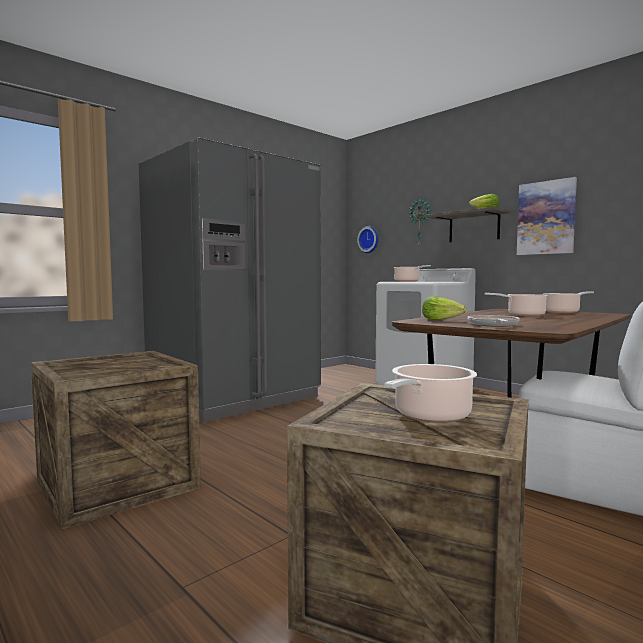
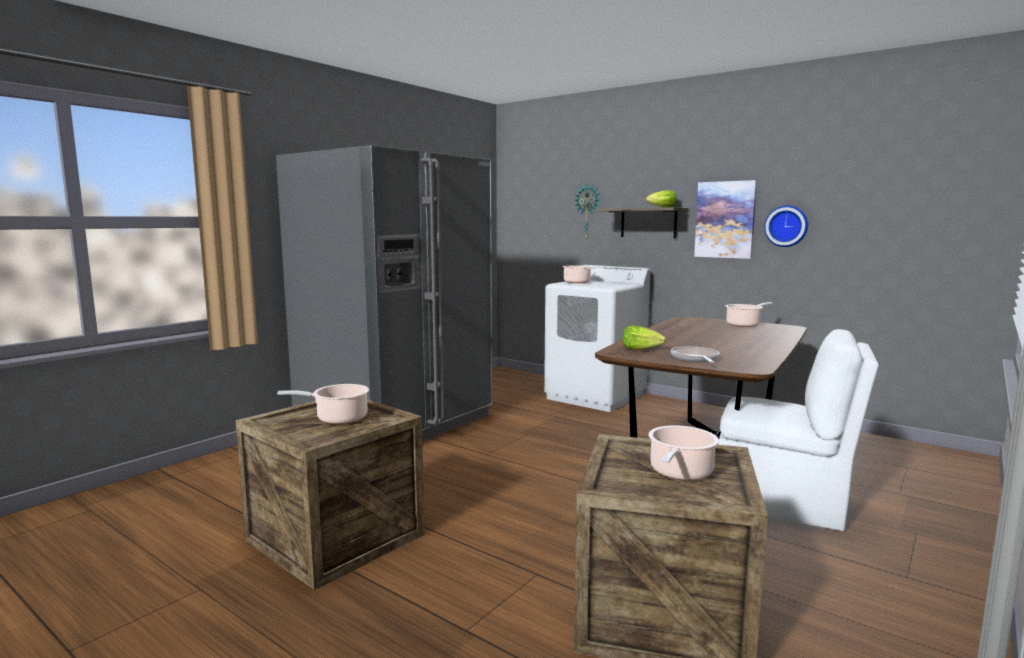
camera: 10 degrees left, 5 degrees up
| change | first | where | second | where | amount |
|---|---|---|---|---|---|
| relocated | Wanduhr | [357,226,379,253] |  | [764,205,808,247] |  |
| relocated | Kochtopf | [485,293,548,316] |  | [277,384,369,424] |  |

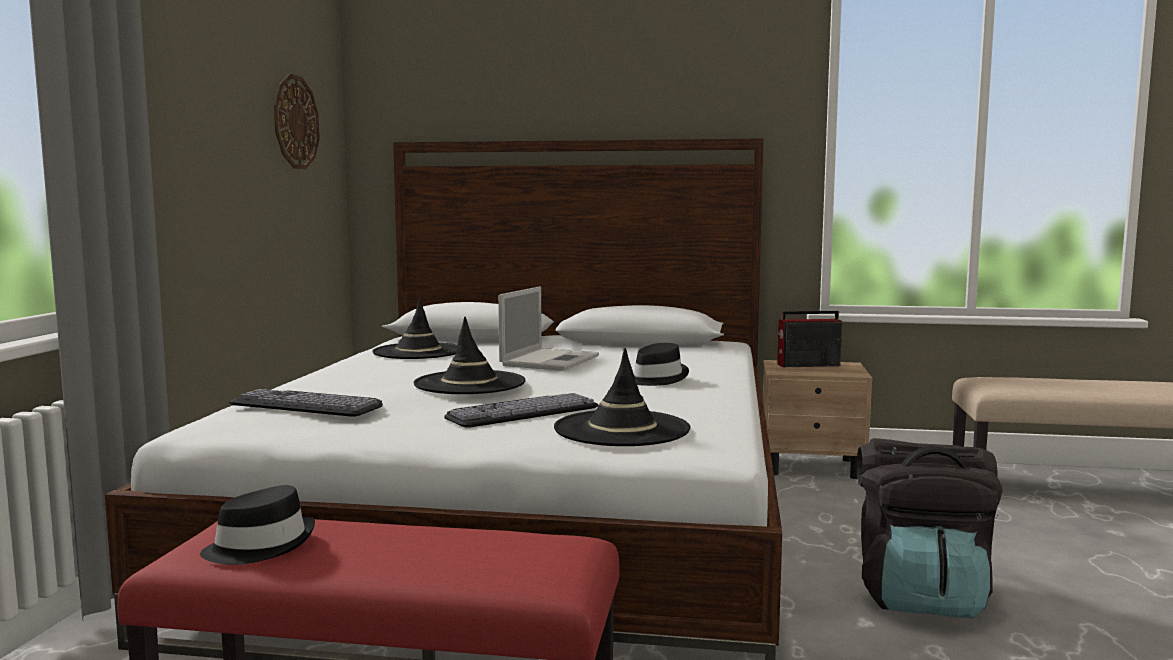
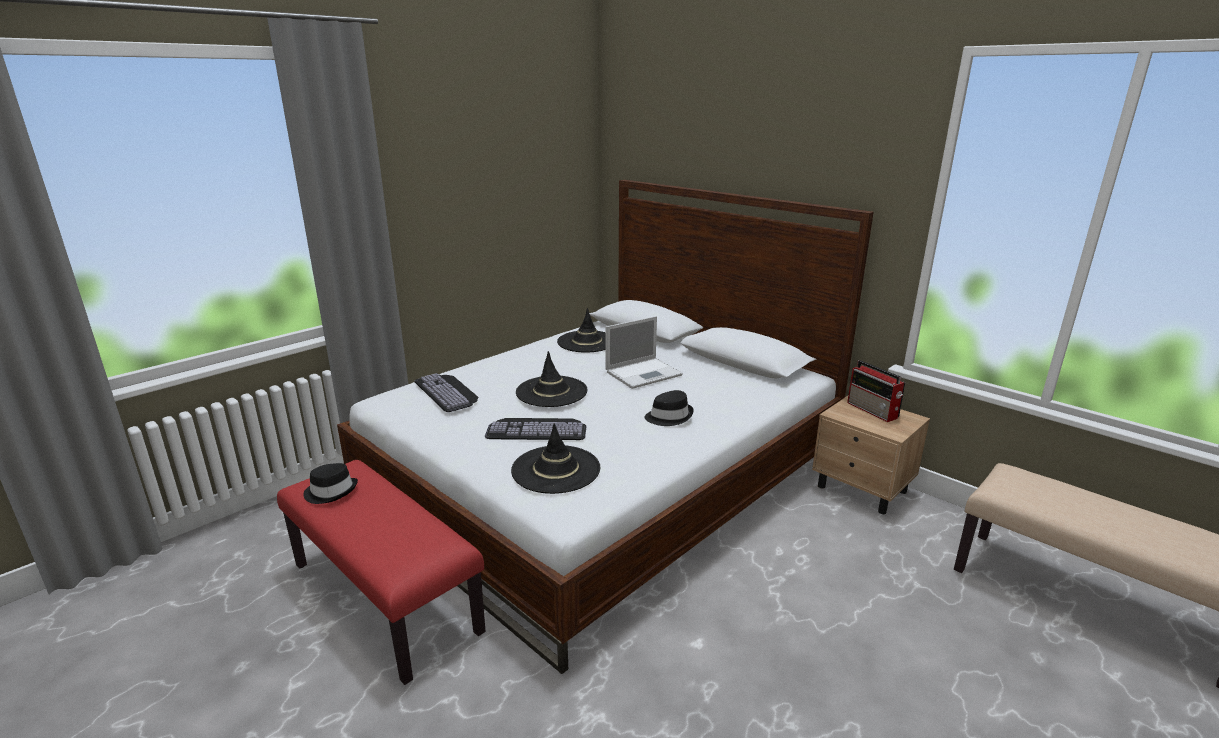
camera: 35 degrees right, 15 degrees up
| change | first | where | second | where | amount |
|---|---|---|---|---|---|
| missing | Wanduhr | [274,74,320,169] |  |  |  |
| spun | Radio | [777,311,842,367] |  | [847,360,905,422] | 150 degrees counterclockwise |
| missing | Rucksack (schwarz) | [857,438,1003,618] |  |  |  |

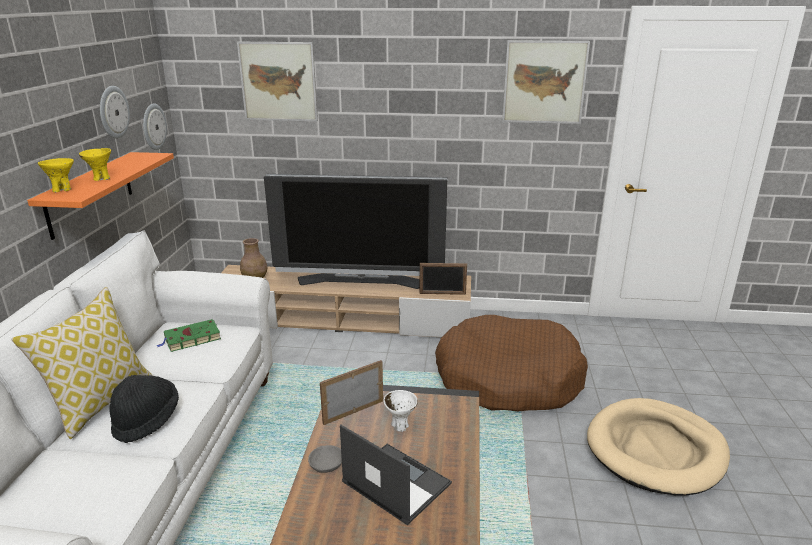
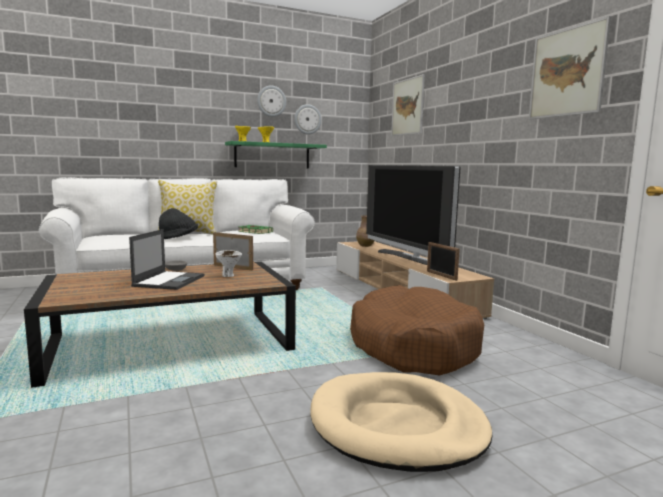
camera: 60 degrees right, 15 degrees down
| change | first | where | second | where | amount |
|---|---|---|---|---|---|
| colour | Wandregal (orange) | [27,152,174,240] | Wandregal (grün) | [225,141,327,169] |  |
| relocated | Wanduhr | [143,103,167,150] |  | [257,85,286,117] |  |

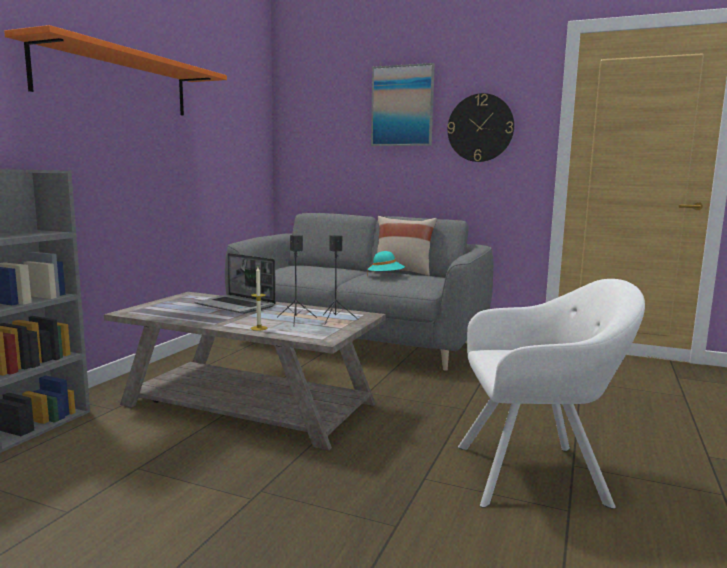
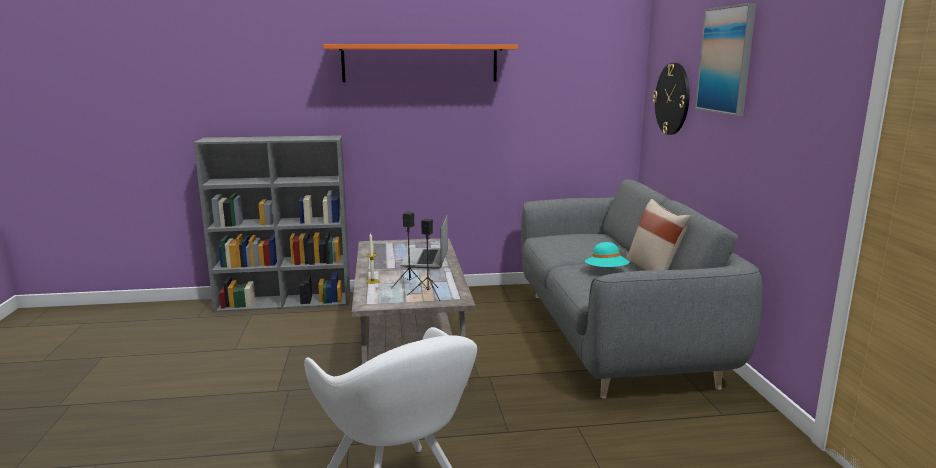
camera: 60 degrees right, 5 degrees up
| change | first | where | second | where | amount |
|---|---|---|---|---|---|
| relocated | Wanduhr | [448,93,514,162] |  | [653,63,690,135] |  |

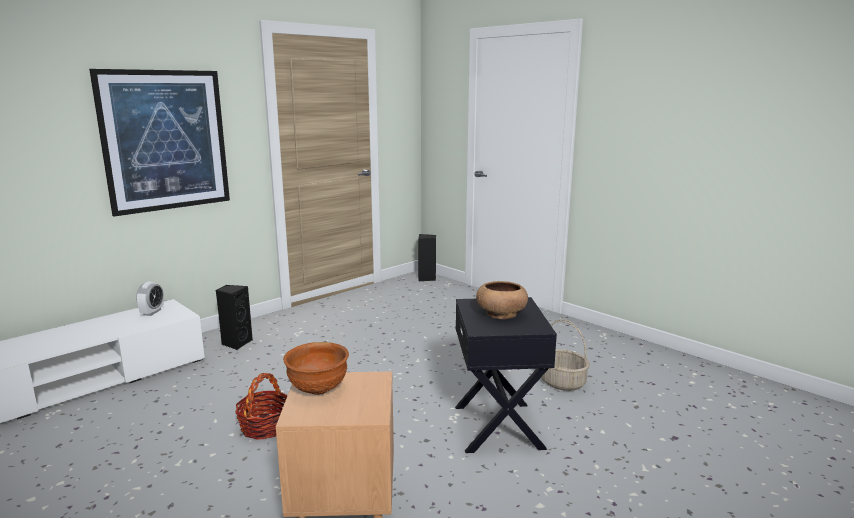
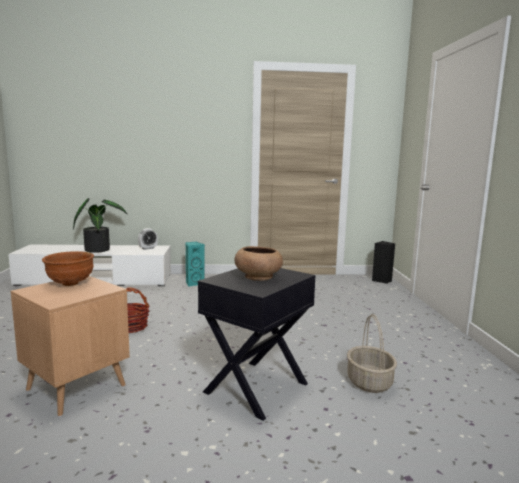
camera: 40 degrees right, 5 degrees down
| change | first | where | second | where | amount |
|---|---|---|---|---|---|
| missing | Bild | [89,69,230,216] |  |  |  |
| colour | Lautsprecher (schwarz) | [216,285,253,350] | Lautsprecher (türkis) | [186,242,205,287] |  |
| appeared |  |  | Topfpflanze | [73,198,128,253] |  |

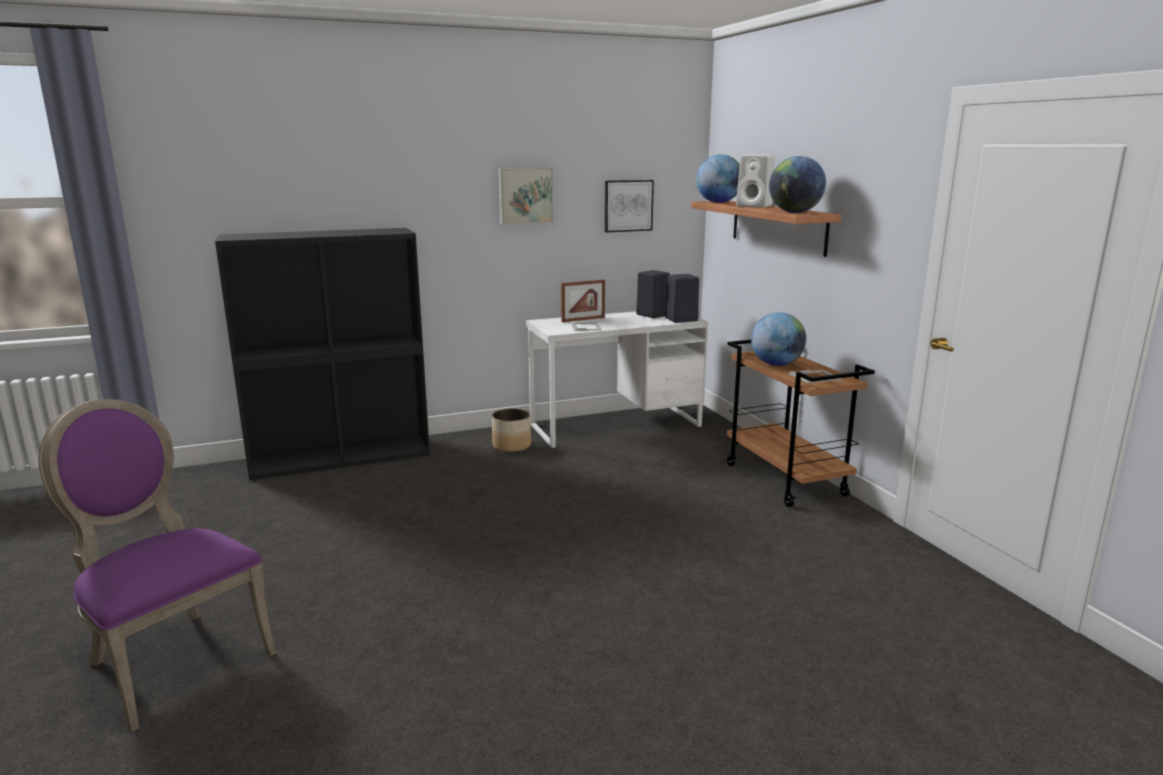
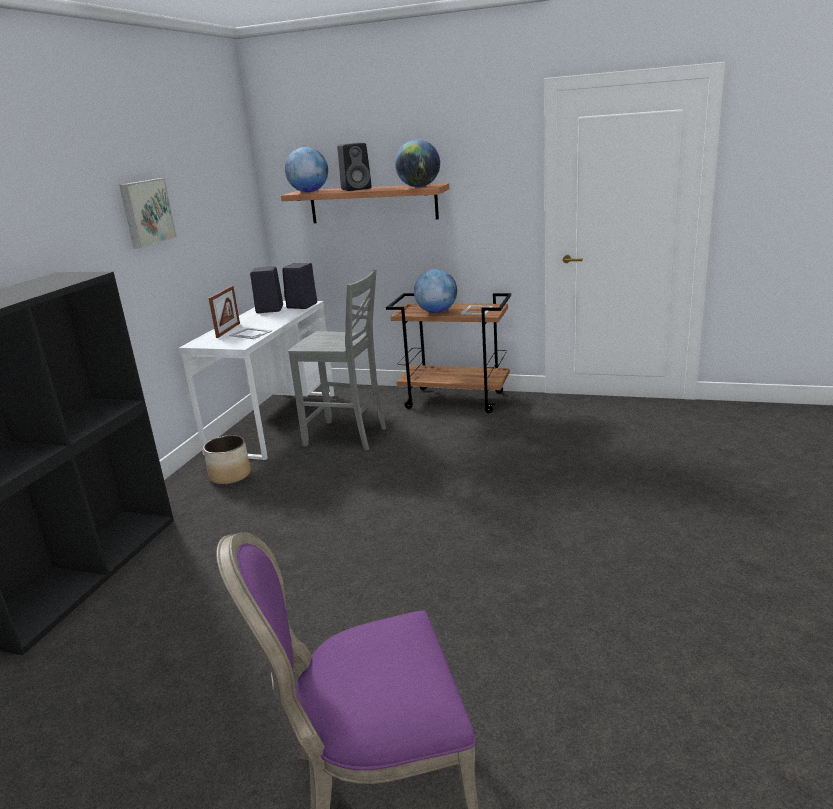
camera: 50 degrees left, 5 degrees up
| change | first | where | second | where | amount |
|---|---|---|---|---|---|
| missing | Bild | [604,180,654,232] |  |  |  |
| colour | Lautsprecher (weiß) | [736,155,775,207] | Lautsprecher (schwarz) | [337,143,371,191] |  |
| appeared |  |  | Stuhl (grau) | [288,269,386,450] |  |

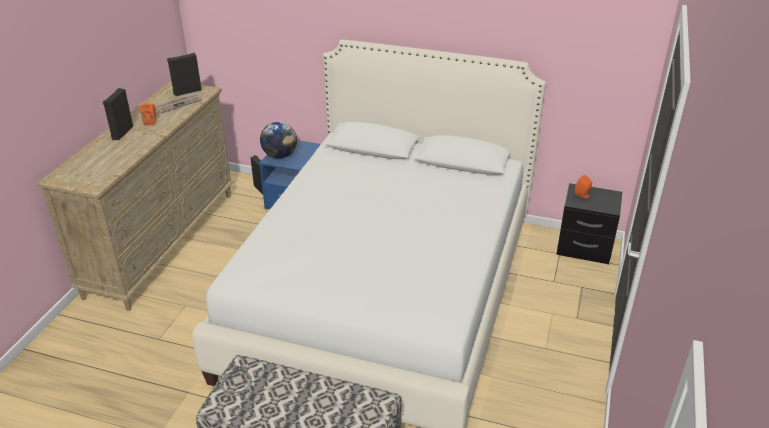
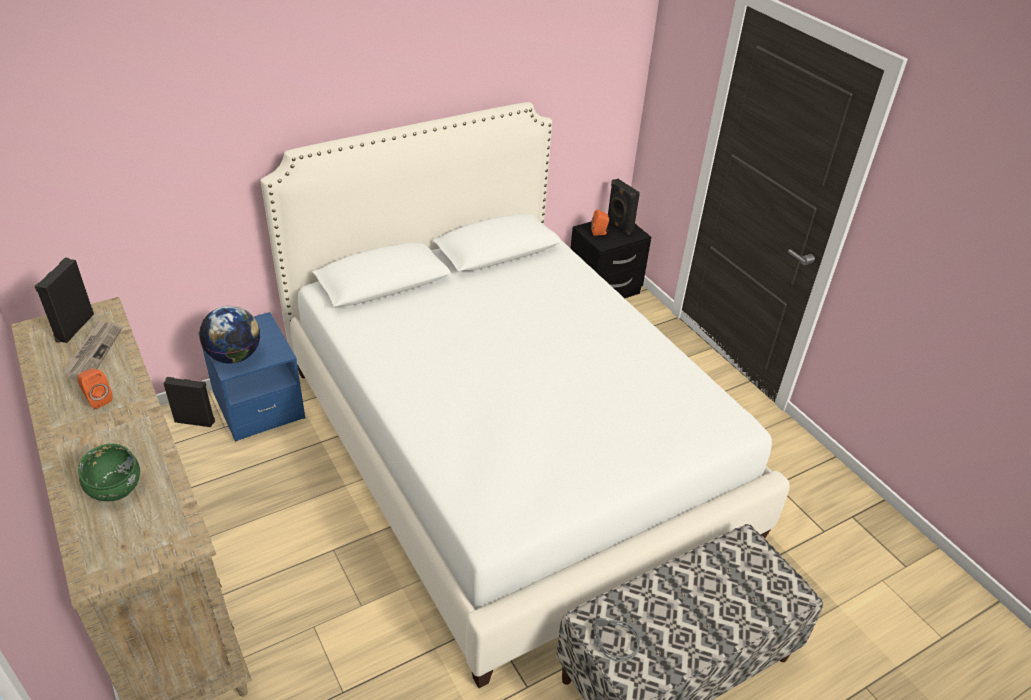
camera: 50 degrees left, 5 degrees up
| change | first | where | second | where | amount |
|---|---|---|---|---|---|
| relocated | Lautsprecher (schwarz) | [103,88,133,140] |  | [608,179,640,235] |  |
| appeared |  |  | Schüssel (grün) | [78,444,140,501] |  |

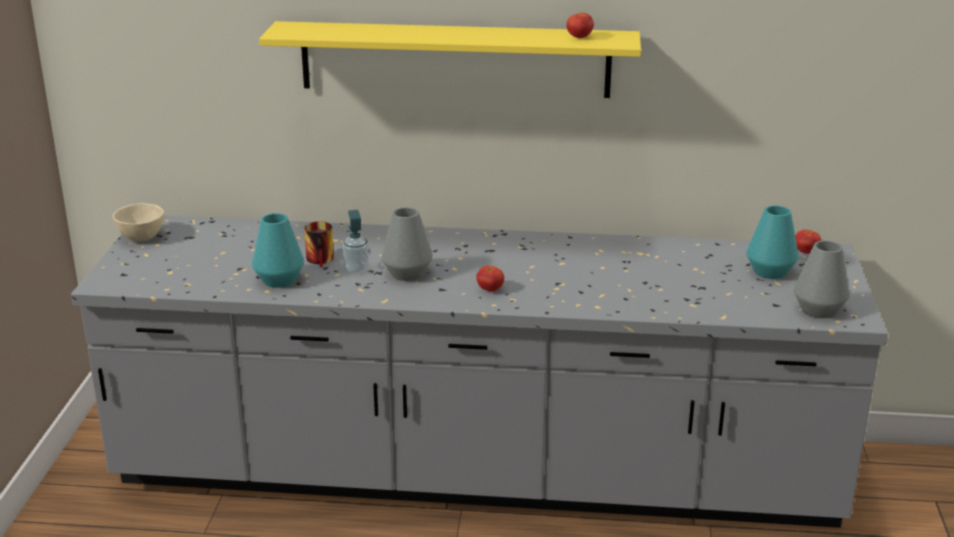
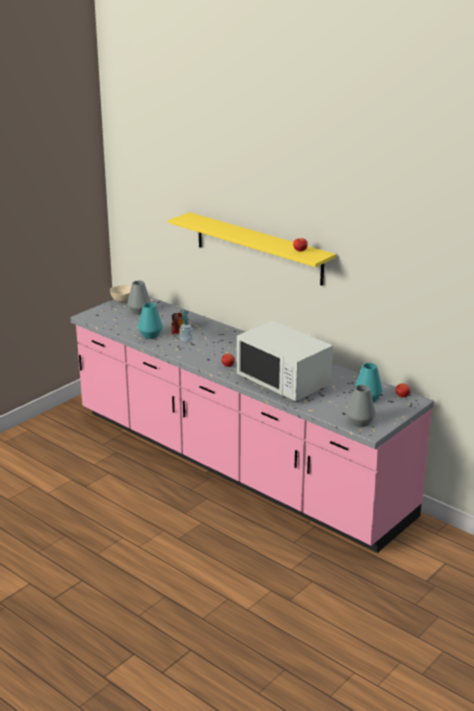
camera: 35 degrees right, 0 degrees up
| change | first | where | second | where | amount |
|---|---|---|---|---|---|
| colour | Küchenzeile (grau) | [71,216,888,528] | Küchenzeile (rosa) | [70,296,434,553] |  |
| relocated | Vase (grau) | [381,207,433,281] |  | [127,281,151,315] |  |
| appeared |  |  | Mikrowelle (weiß) | [237,321,333,402] |  |

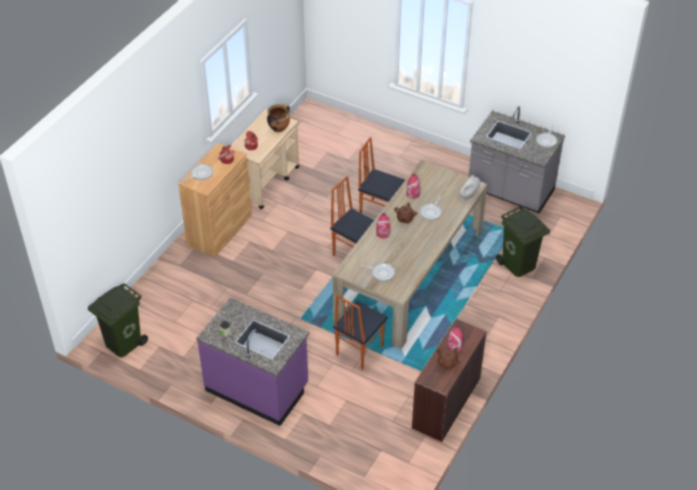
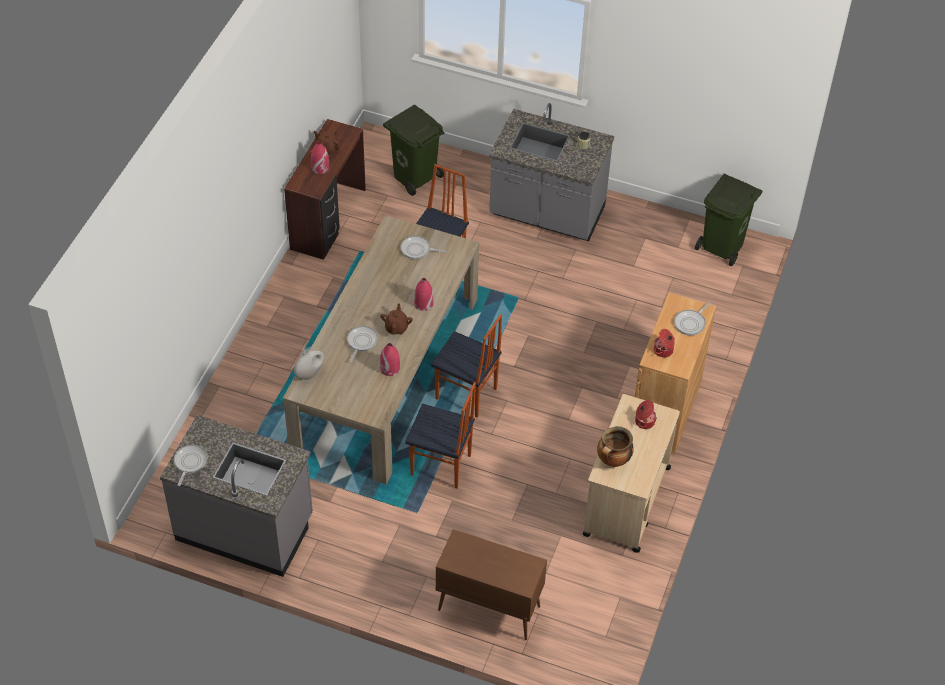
camera: 170 degrees right, 5 degrees up
| change | first | where | second | where | amount |
|---|---|---|---|---|---|
| colour | Küchenzeile (lila) | [196,297,309,426] | Küchenzeile (grau) | [489,103,614,241] |  |
| relocated | Mülleimer (grün) | [496,206,550,277] |  | [383,104,445,196] |  |
| appeared |  |  | Schrank (braun) | [436,529,547,640] |  |

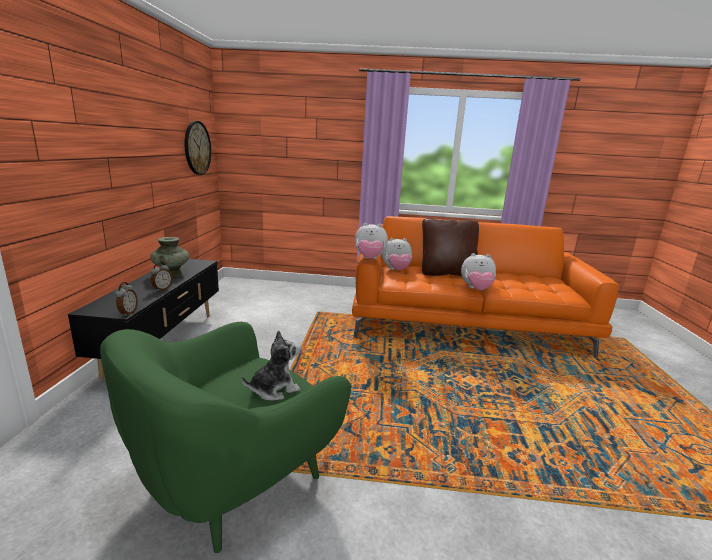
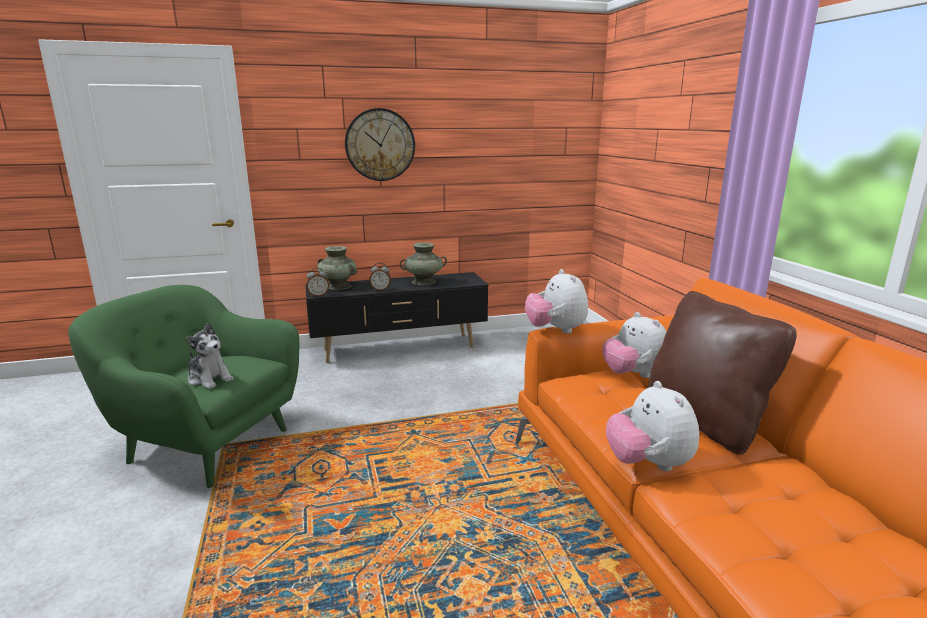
camera: 70 degrees right, 0 degrees up
| change | first | where | second | where | amount |
|---|---|---|---|---|---|
| relocated | Wanduhr | [184,121,211,175] |  | [345,108,415,181] |  |
| appeared |  |  | Vase (türkis) | [317,246,357,290] |  |

